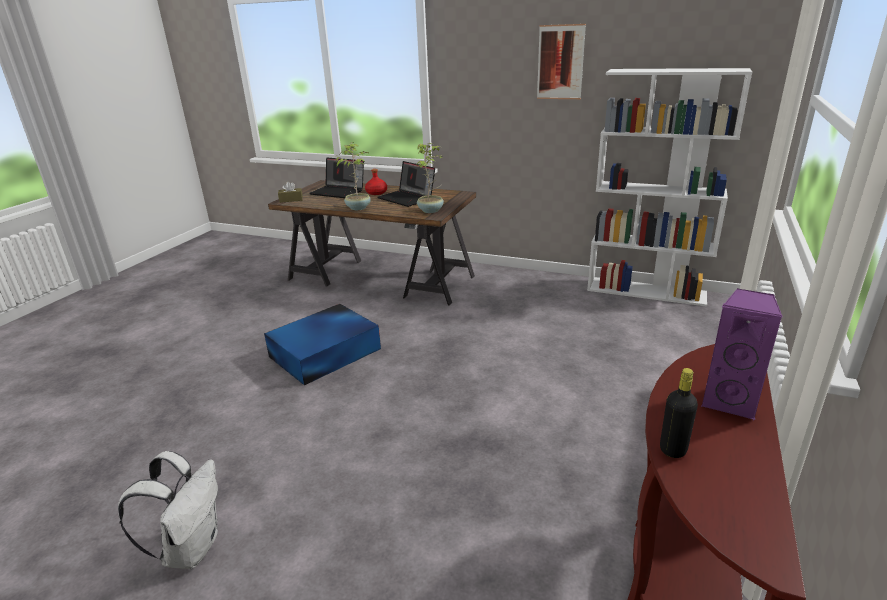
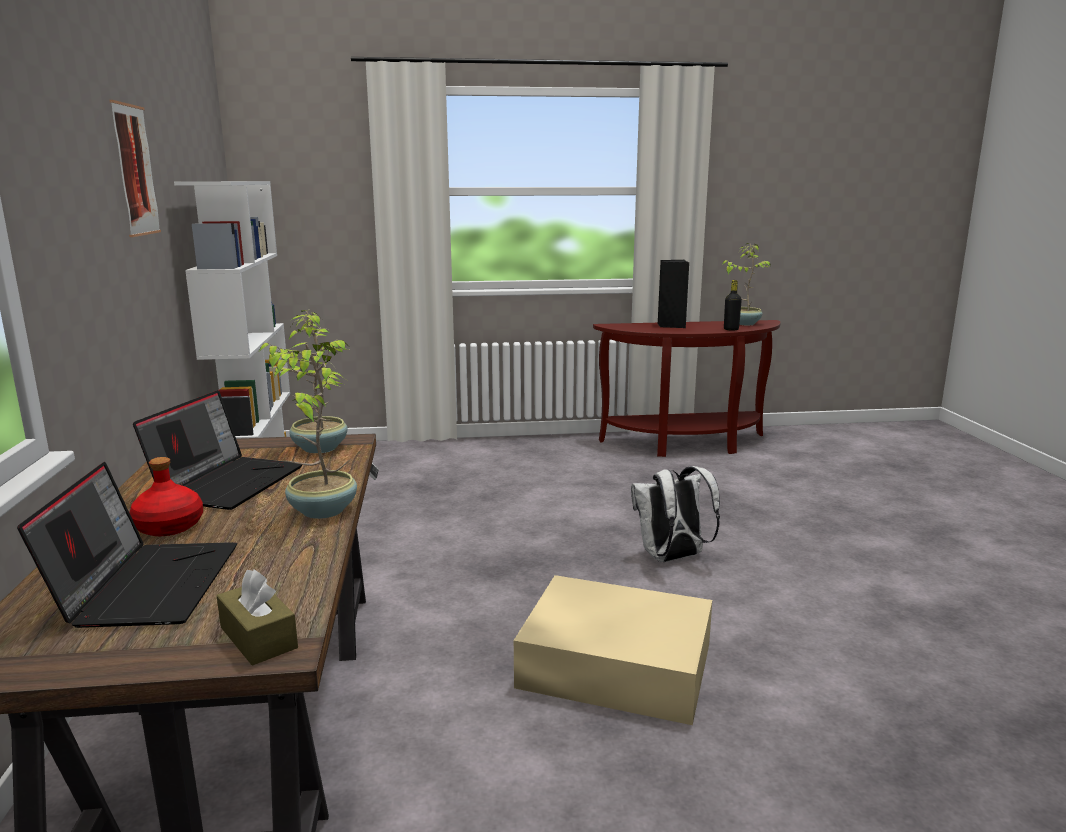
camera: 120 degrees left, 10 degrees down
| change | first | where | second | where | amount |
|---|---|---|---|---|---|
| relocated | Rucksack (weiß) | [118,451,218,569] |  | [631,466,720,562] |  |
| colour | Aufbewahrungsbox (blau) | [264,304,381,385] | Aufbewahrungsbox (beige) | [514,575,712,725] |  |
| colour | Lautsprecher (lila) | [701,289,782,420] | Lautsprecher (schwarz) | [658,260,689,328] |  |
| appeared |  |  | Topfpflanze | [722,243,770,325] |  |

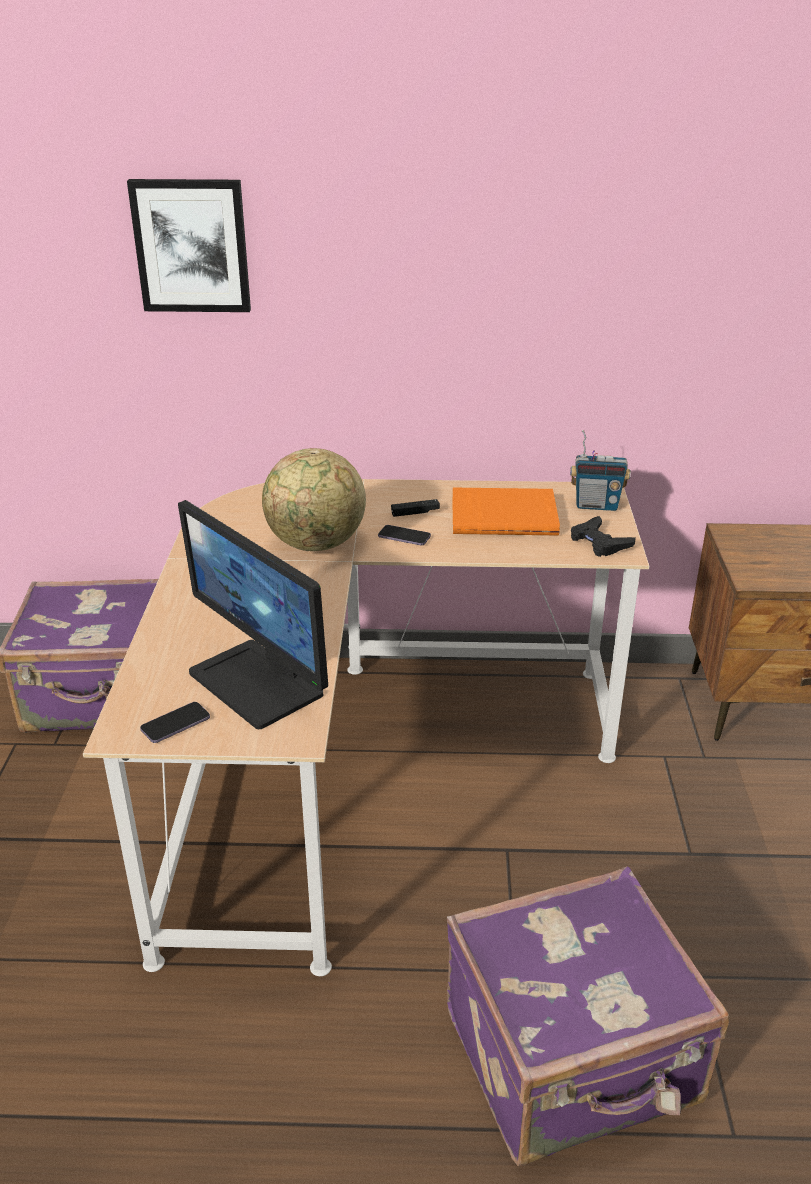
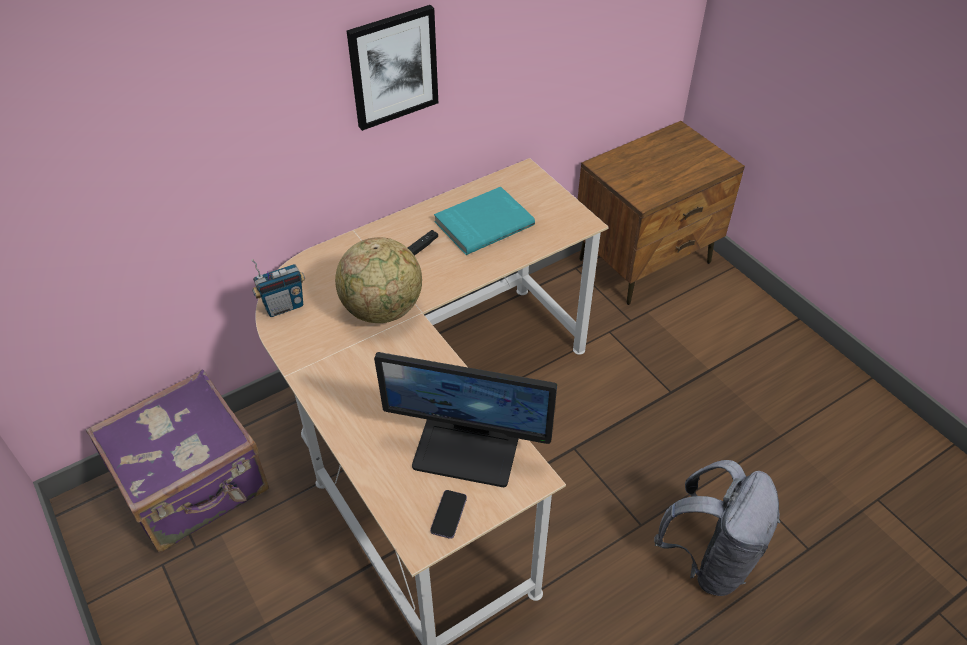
camera: 35 degrees left, 15 degrees up
| change | first | where | second | where | amount |
|---|---|---|---|---|---|
| relocated | Bild | [127,179,251,312] |  | [347,5,438,131] |  |
| missing | Handy | [378,525,431,545] |  |  |  |
| exchanged | Koffer (lila) | [447,866,729,1166] | Rucksack (grau) | [654,460,780,596] |  |
| colour | Buch (orange) | [452,488,560,536] | Buch (türkis) | [434,187,535,255] |  |
| relocated | Radio | [570,430,631,511] |  | [251,259,305,317] |  |
| missing | Gamepad (schwarz) | [571,516,636,557] |  |  |  |

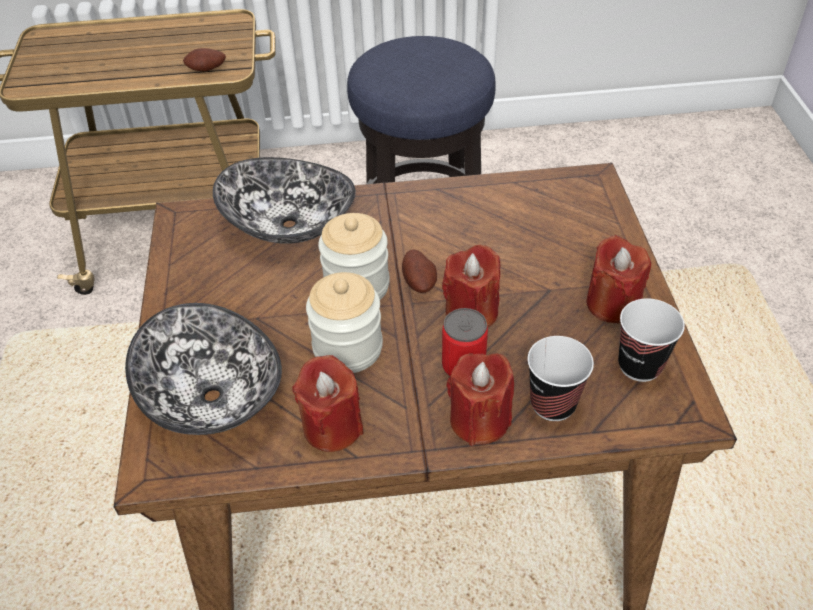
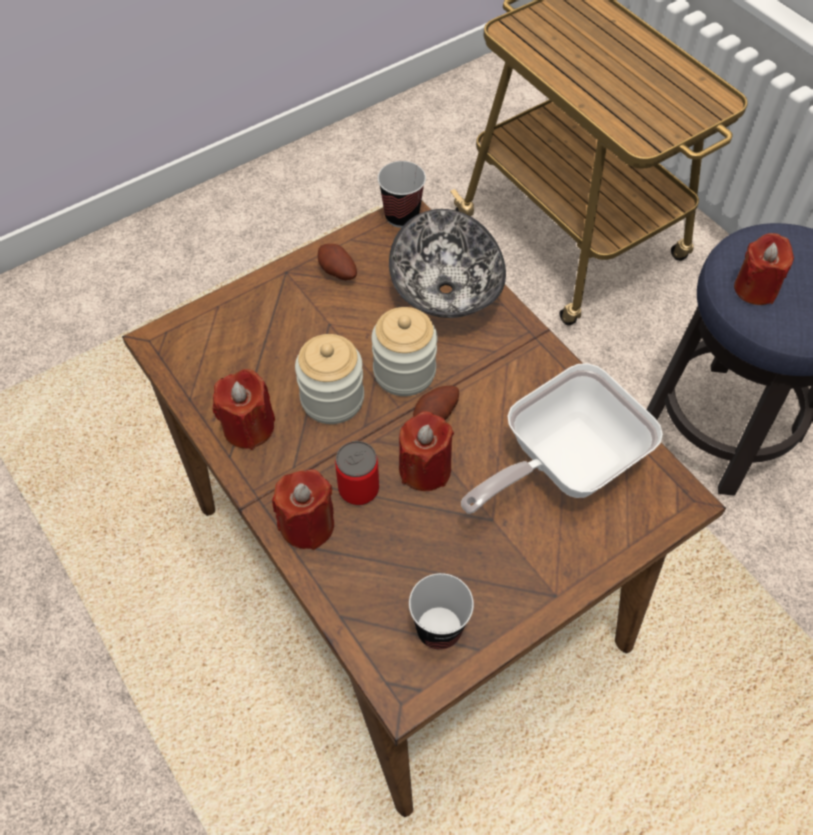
camera: 60 degrees right, 10 degrees up
| change | first | where | second | where | amount |
|---|---|---|---|---|---|
| missing | Schüssel | [125,303,282,435] |  |  |  |
| relocated | Kartoffel | [183,48,226,71] |  | [318,244,357,280] |  |
| relocated | Tasse | [527,336,594,421] |  | [378,161,426,228] |  |
| relocated | Kerze (rot) | [586,235,651,323] |  | [734,233,794,305] |  |
| appeared |  |  | Pfanne | [461,363,663,514] |  |

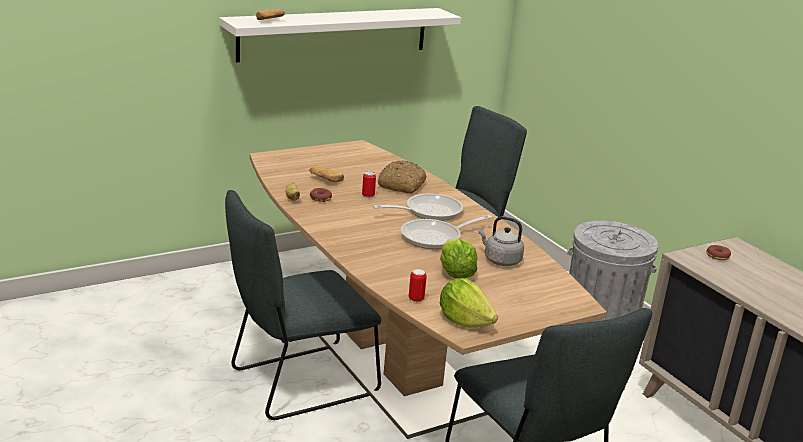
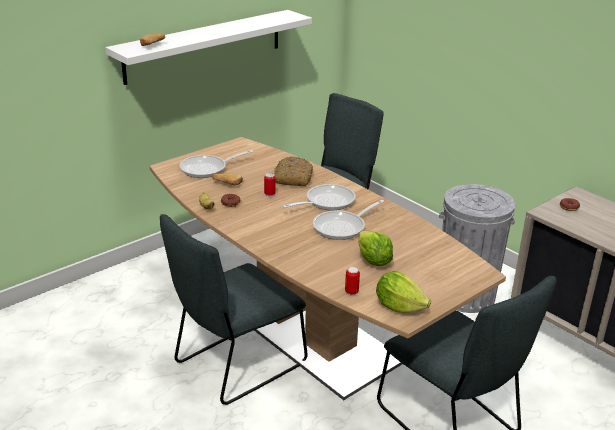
camera: 10 degrees left, 5 degrees up
| change | first | where | second | where | amount |
|---|---|---|---|---|---|
| missing | Wasserkessel (grau) | [479,216,524,266] |  |  |  |
| appeared |  |  | Pfanne | [180,150,253,178] |  |

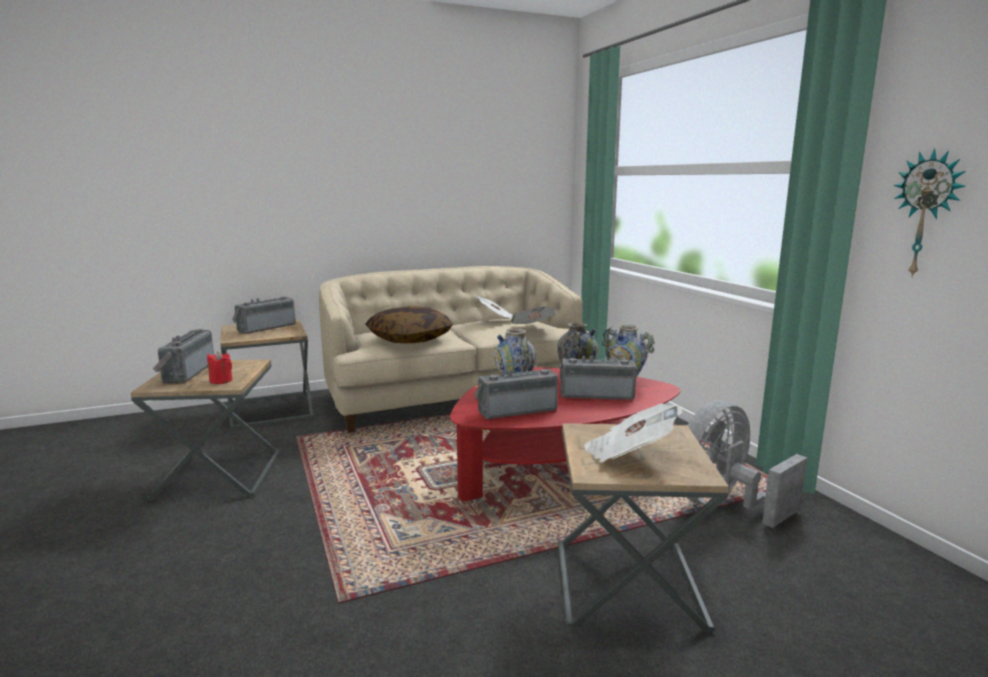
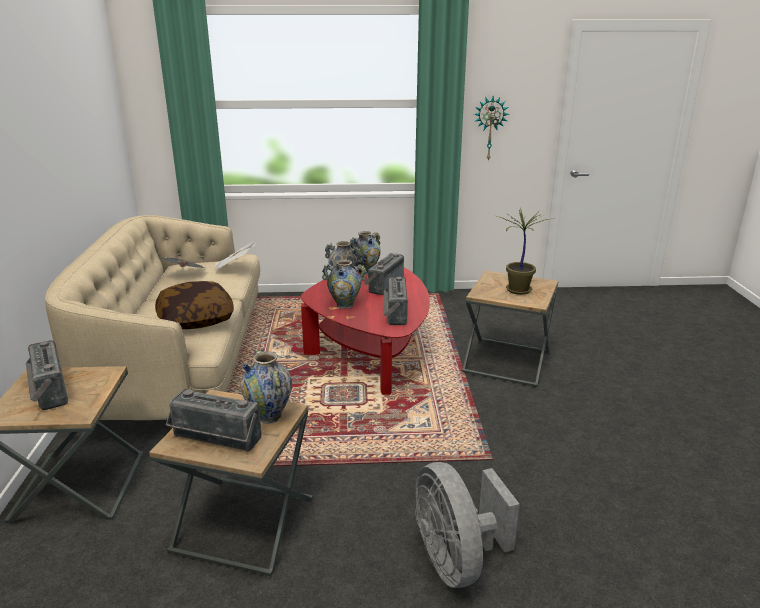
camera: 70 degrees left, 10 degrees up
| change | first | where | second | where | amount |
|---|---|---|---|---|---|
| exchanged | Kerze (rot) | [207,351,233,384] | Vase | [241,349,292,424] |  |
| exchanged | Zeitung | [584,403,683,463] | Topfpflanze | [497,208,554,295] |  |
| relocated | Ventilator (grau) | [686,400,807,528] |  | [415,462,520,588] |  |

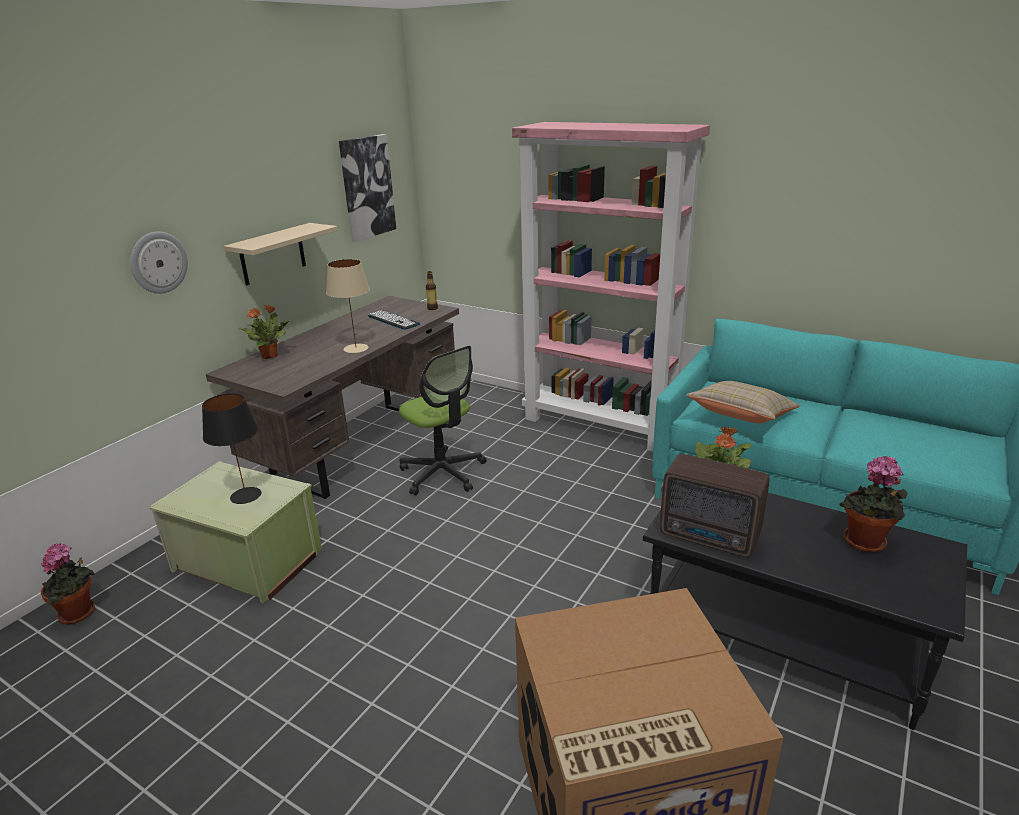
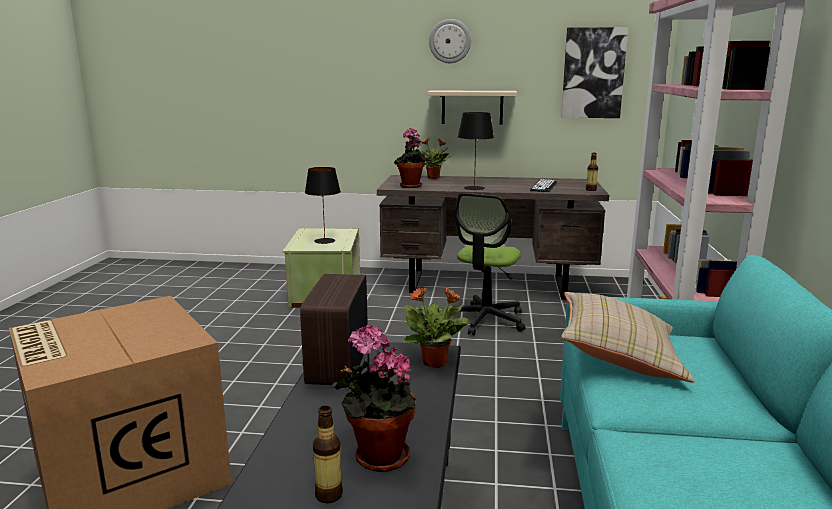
camera: 65 degrees right, 10 degrees down
| change | first | where | second | where | amount |
|---|---|---|---|---|---|
| relocated | Topfpflanze | [41,543,95,624] |  | [394,128,426,188] |  |
| relocated | Wanduhr | [130,231,188,294] |  | [429,19,471,63] |  |
| colour | Tischlampe (beige) | [326,259,370,353] | Tischlampe (schwarz) | [458,112,494,190] |  |
| appeared |  |  | Flasche | [313,406,343,503] |  |

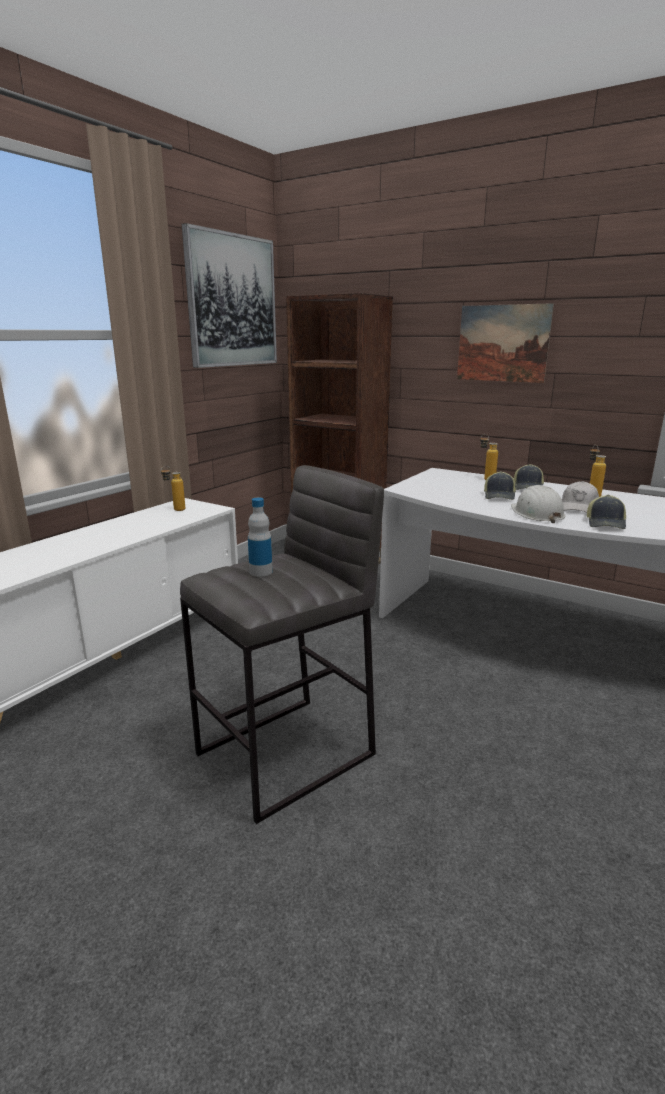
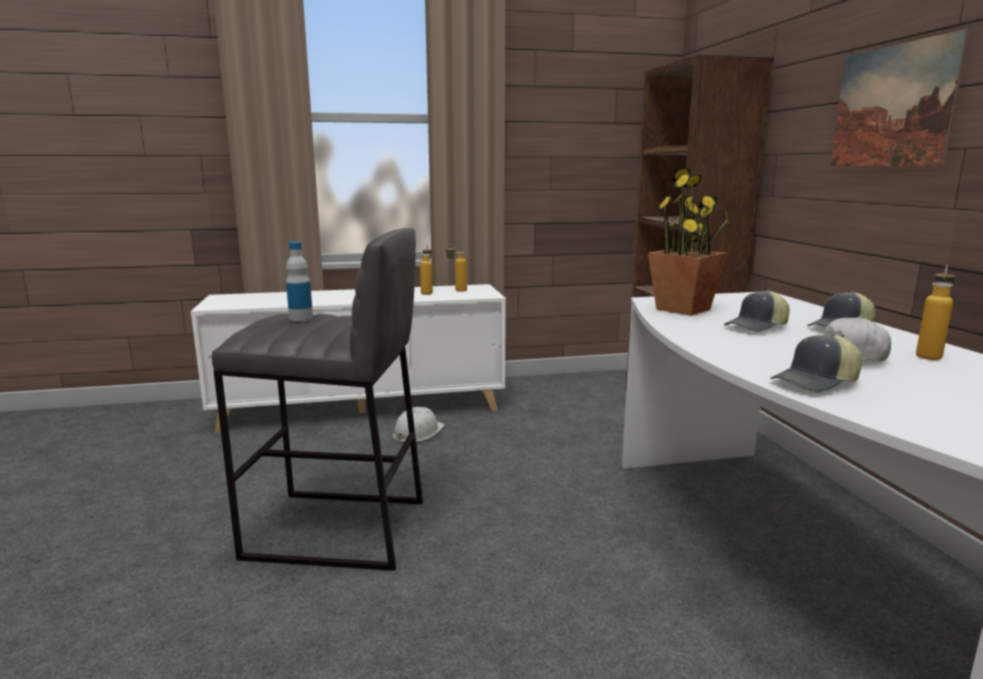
camera: 45 degrees right, 5 degrees down
| change | first | where | second | where | amount |
|---|---|---|---|---|---|
| missing | Bild | [182,223,277,368] |  |  |  |
| relocated | Flasche | [480,434,498,480] |  | [420,245,433,295] |  |
| relocated | Schutzhelm (weiß) | [511,485,565,523] |  | [393,407,445,443] |  |
| appeared |  |  | Topfpflanze | [648,169,731,316] |  |

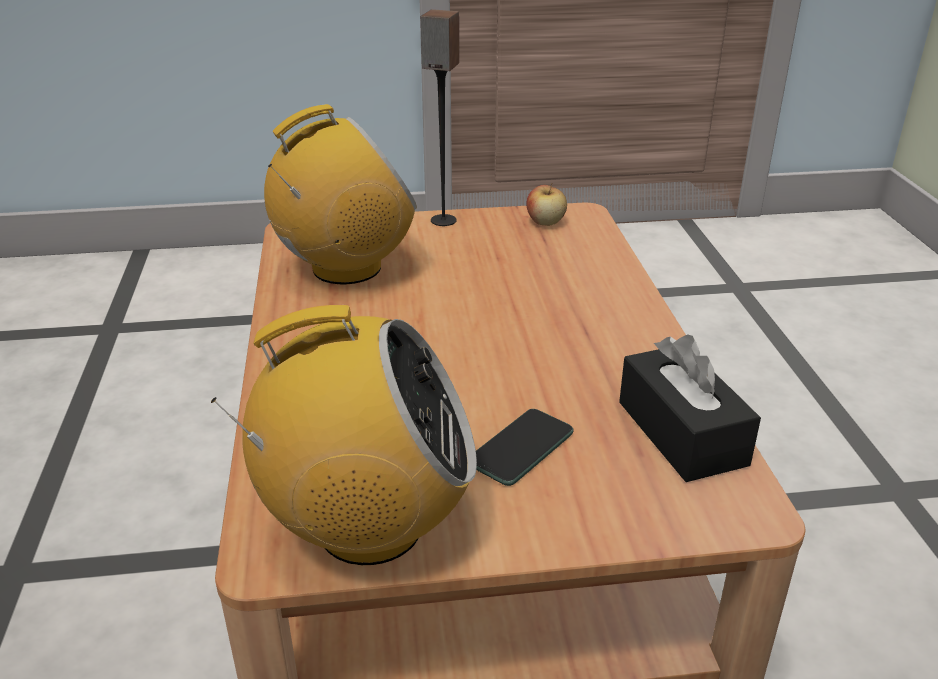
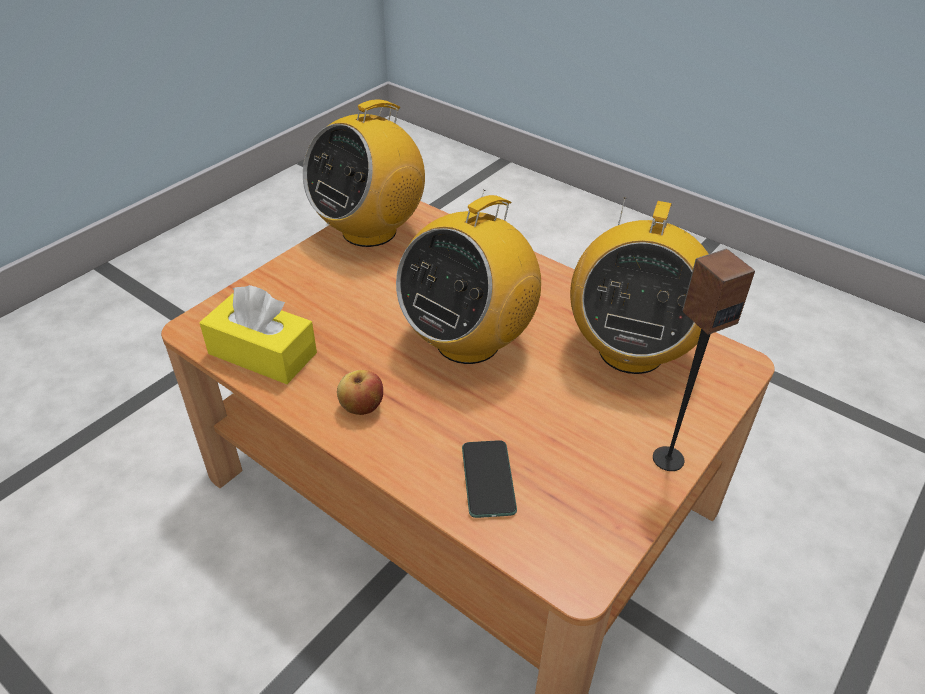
camera: 135 degrees right, 10 degrees up
| change | first | where | second | where | amount |
|---|---|---|---|---|---|
| relocated | Handy | [476,409,574,486] |  | [462,440,517,518] |  |
| relocated | Apfel | [527,183,567,226] |  | [337,370,383,415] |  |
| colour | Taschentuchbox (schwarz) | [619,334,761,482] | Taschentuchbox (gelb) | [199,285,317,384] |  |
| appeared |  |  | Radio | [396,190,541,364] |  |

